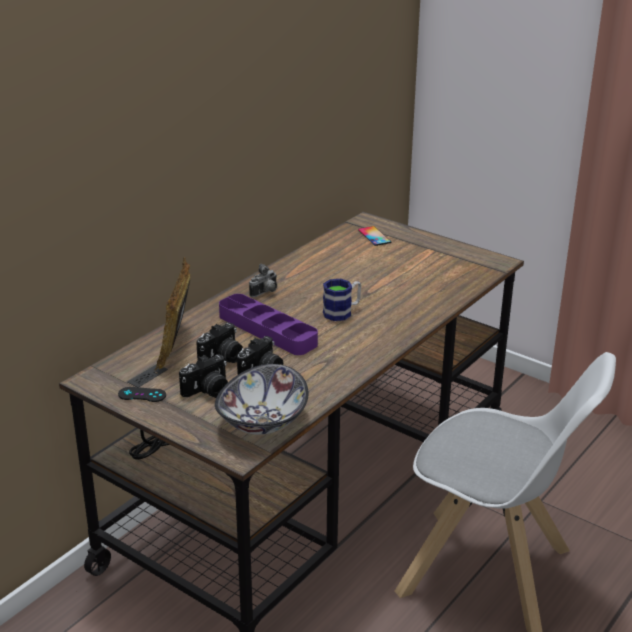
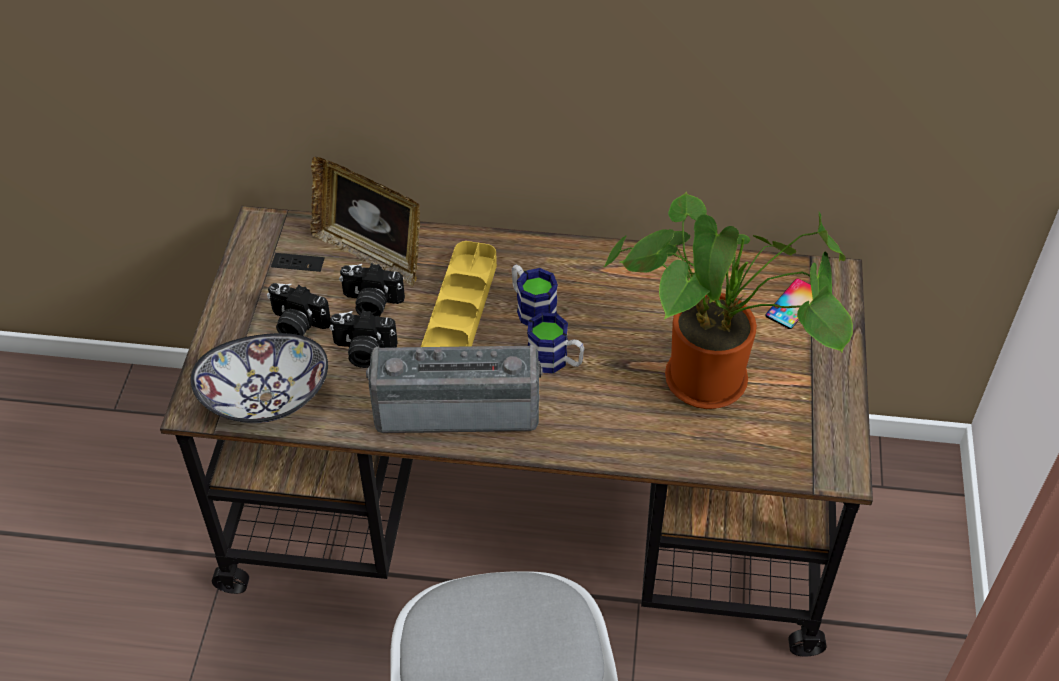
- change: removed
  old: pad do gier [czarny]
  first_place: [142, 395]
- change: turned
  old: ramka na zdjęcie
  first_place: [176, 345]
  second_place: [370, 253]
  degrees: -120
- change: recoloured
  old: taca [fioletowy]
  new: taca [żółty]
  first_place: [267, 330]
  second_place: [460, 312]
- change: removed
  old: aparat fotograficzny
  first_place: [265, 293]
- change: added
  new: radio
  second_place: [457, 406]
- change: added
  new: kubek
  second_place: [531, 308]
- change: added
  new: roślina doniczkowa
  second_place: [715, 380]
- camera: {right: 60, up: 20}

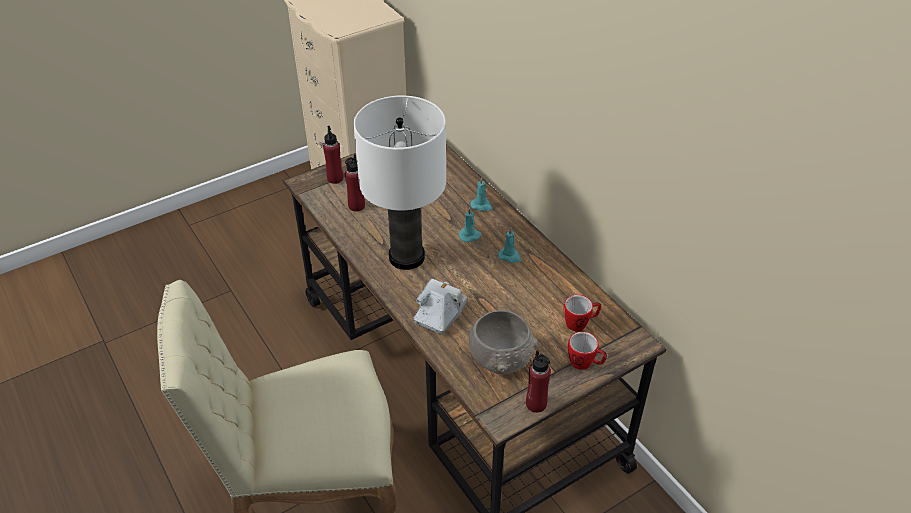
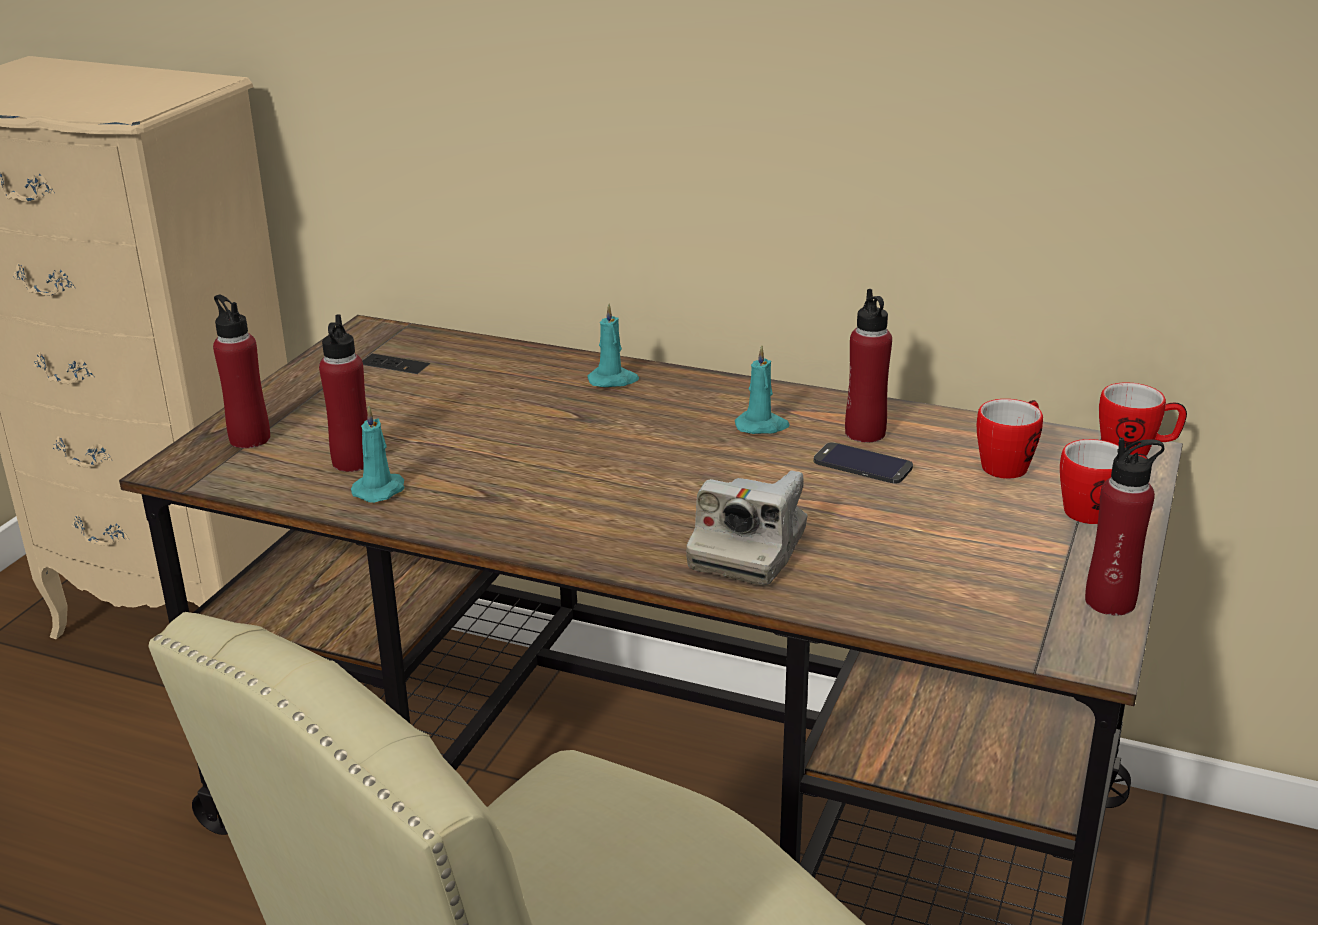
- change: removed
  old: lampa stołowa [biały]
  first_place: [406, 257]
- change: turned
  old: aparat fotograficzny
  first_place: [440, 314]
  second_place: [748, 550]
  degrees: -150
- change: moved
  old: świeca [turkusowy]
  first_place: [470, 236]
  second_place: [380, 490]
- change: removed
  old: miska [szary]
  first_place: [501, 358]
- change: added
  new: telefon
  second_place: [862, 464]
- change: added
  new: butelka [czerwony]
  second_place: [865, 433]
- change: added
  new: kubek
  second_place: [1135, 452]
- camera: {right: -35, up: -15}

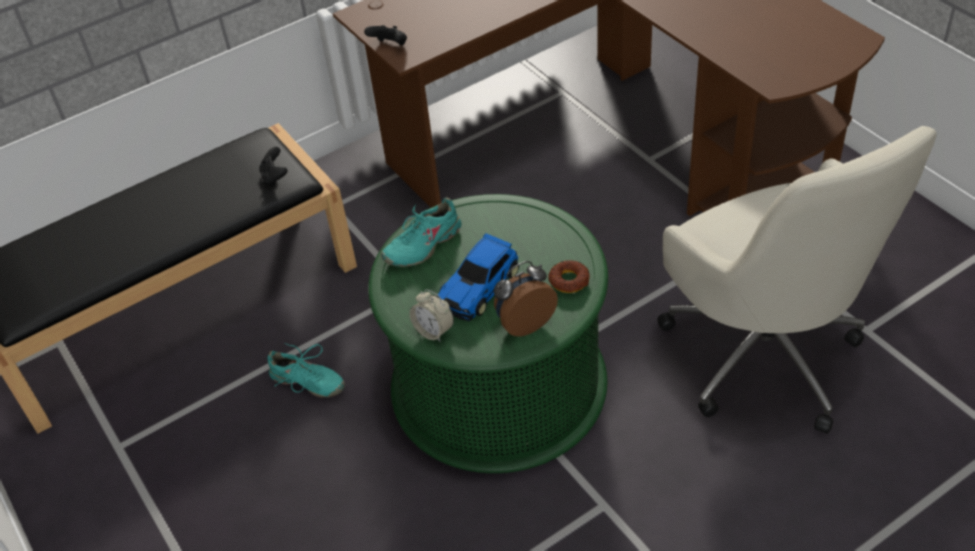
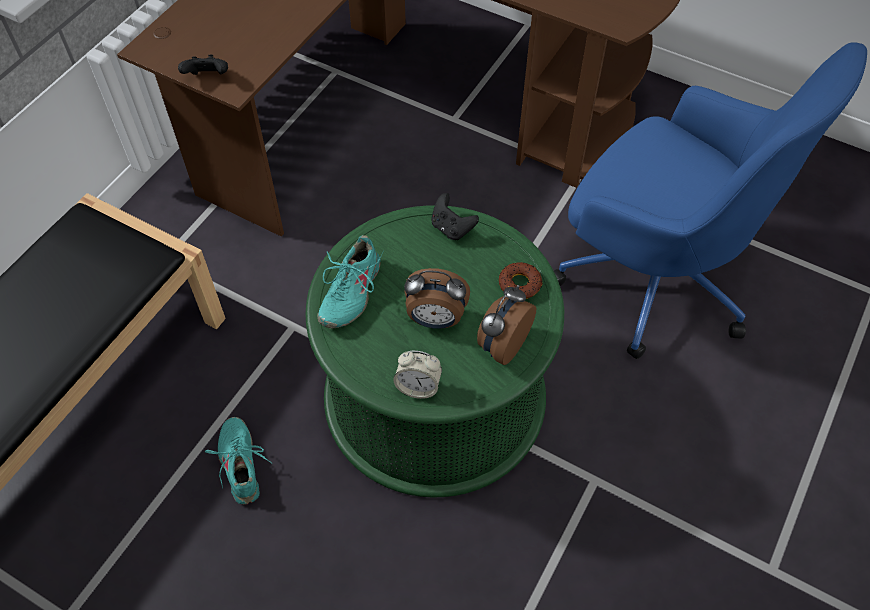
- change: moved
  old: pad do gier [czarny]
  first_place: [275, 177]
  second_place: [452, 228]
- change: turned
  old: but [turkusowy]
  first_place: [307, 383]
  second_place: [241, 464]
  degrees: -105
- change: replaced
  old: samochodzik
  new: budzik
  first_place: [480, 286]
  second_place: [435, 319]
- change: recoloured
  old: krzesło biurowe [beżowy]
  new: krzesło biurowe [niebieski]
  first_place: [763, 356]
  second_place: [653, 283]
- camera: {right: -30, up: 10}

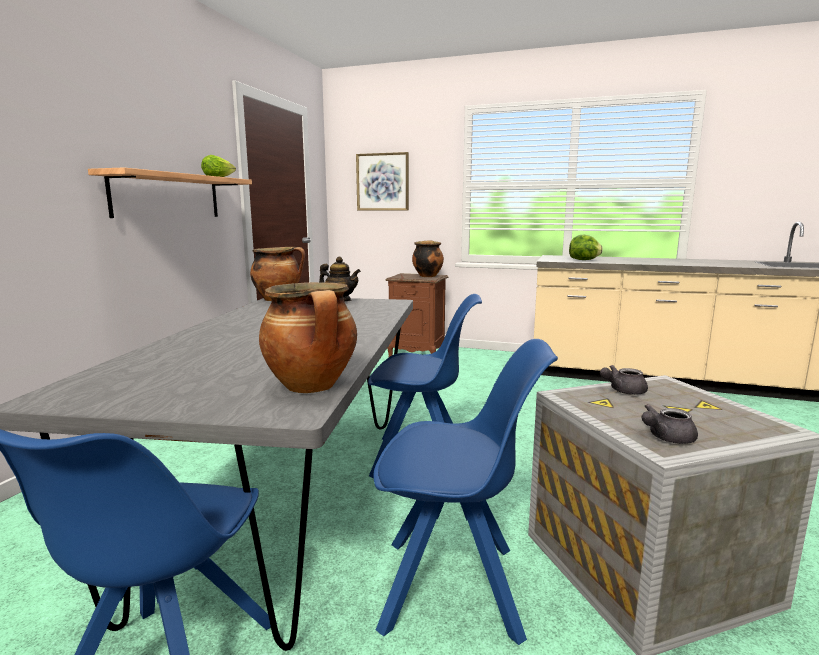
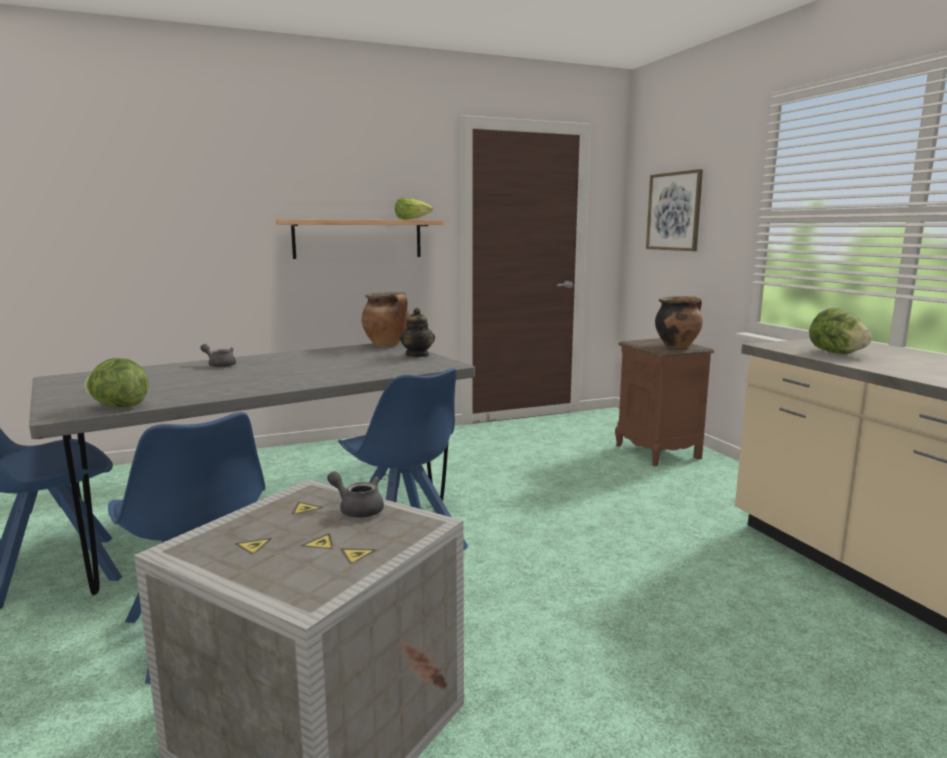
- change: replaced
  old: garnek
  new: sałata
  first_place: [312, 387]
  second_place: [119, 406]
- change: moved
  old: imbryk [szary]
  first_place: [666, 438]
  second_place: [220, 365]
- camera: {right: 50, up: 0}

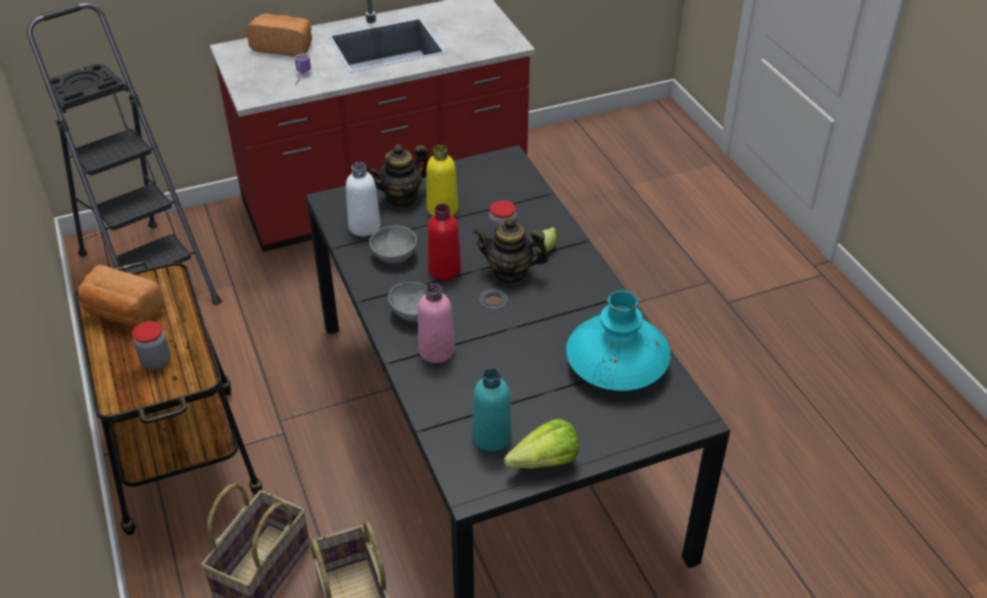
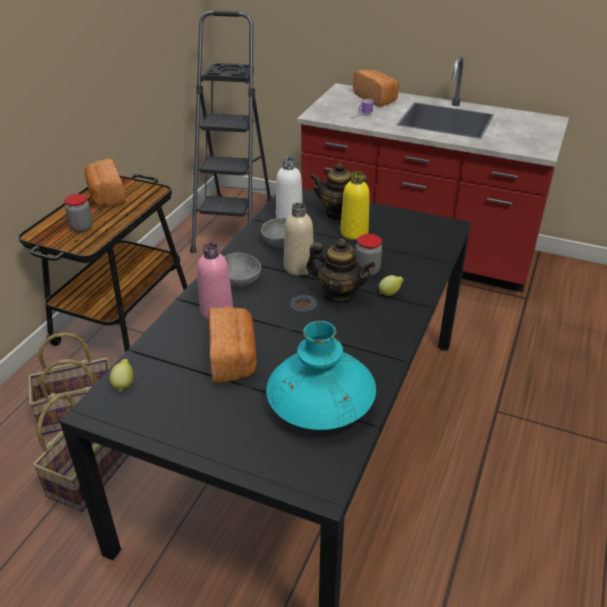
- change: recoloured
  old: butelka [czerwony]
  new: butelka [beżowy]
  first_place: [444, 270]
  second_place: [298, 267]
- change: removed
  old: butelka [turkusowy]
  first_place: [491, 437]
- change: turned
  old: imbryk
  first_place: [510, 273]
  second_place: [339, 294]
  degrees: 150
- change: removed
  old: sałata
  first_place: [538, 463]
- change: added
  new: cytryna
  second_place: [124, 384]
- change: added
  new: chleb
  second_place: [234, 358]
- camera: {right: 45, up: -5}

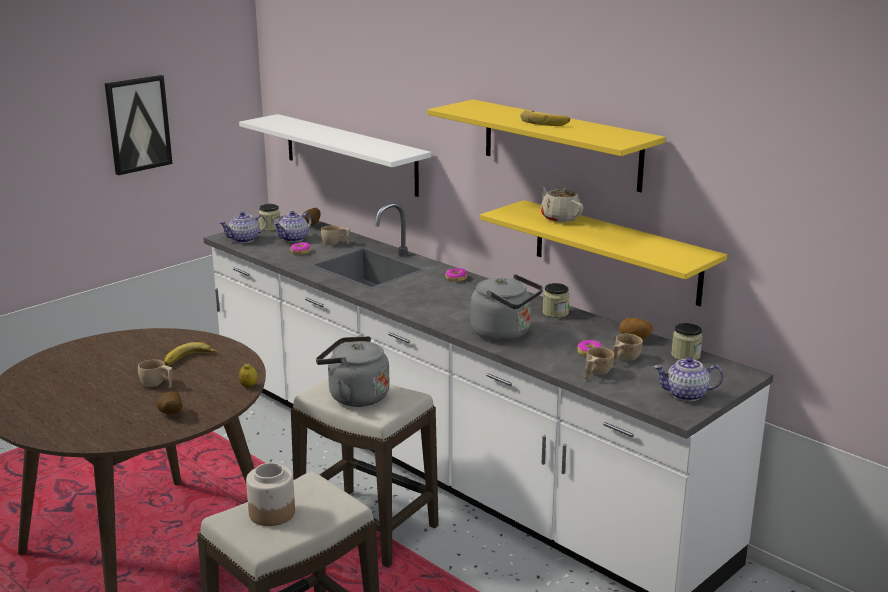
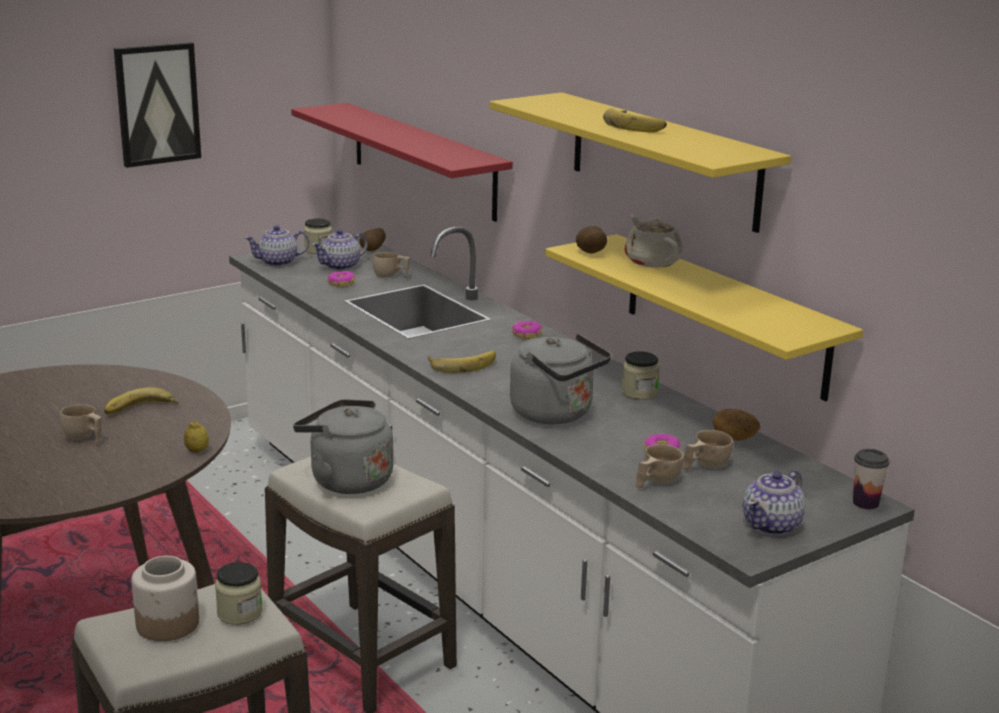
- change: moved
  old: ziemniak
  first_place: [170, 414]
  second_place: [590, 254]
- change: recoloured
  old: półka [biały]
  new: półka [czerwony]
  first_place: [350, 154]
  second_place: [422, 160]
- change: turned
  old: imbryk
  first_place: [686, 395]
  second_place: [772, 525]
  degrees: -60
- change: moved
  old: słoik
  first_place: [685, 355]
  second_place: [239, 613]
- change: added
  new: banan
  second_place: [462, 364]
- change: added
  new: filiżanka
  second_place: [865, 503]
- camera: {right: 10, up: 0}

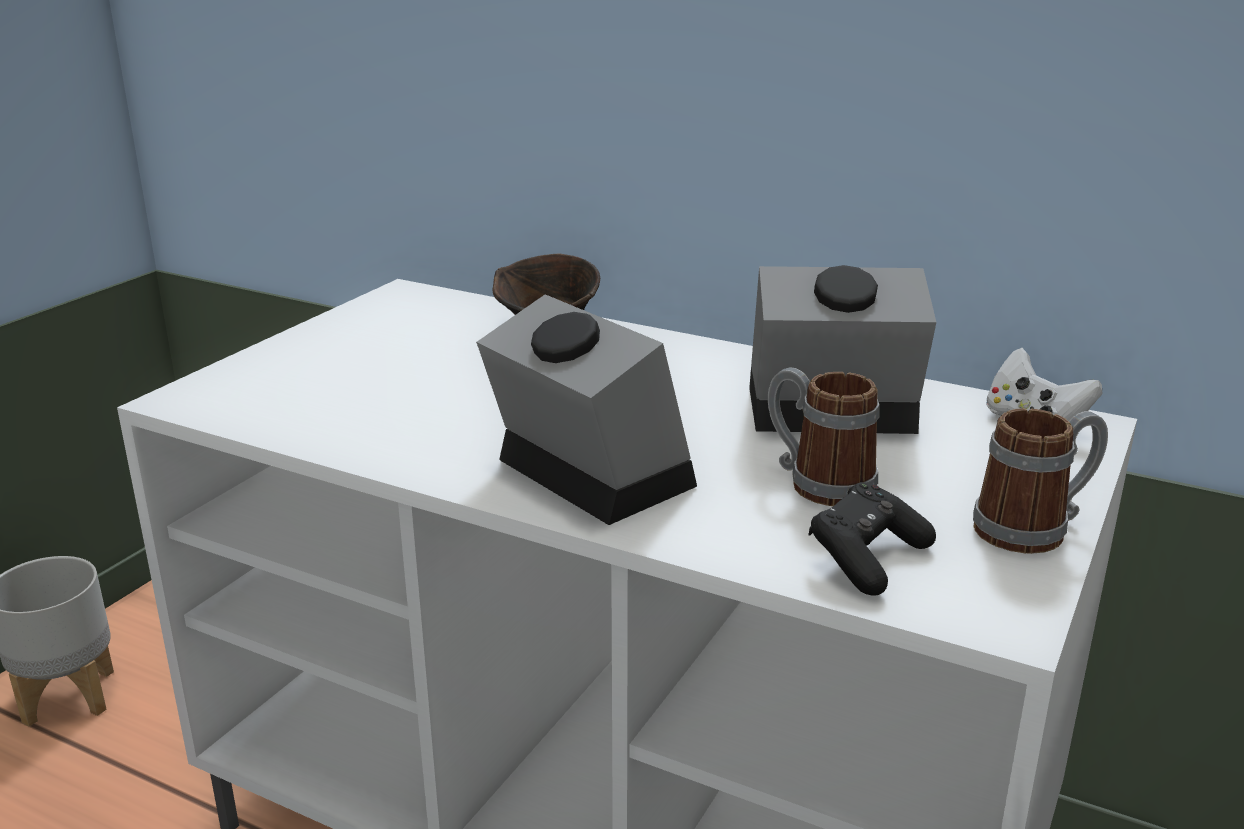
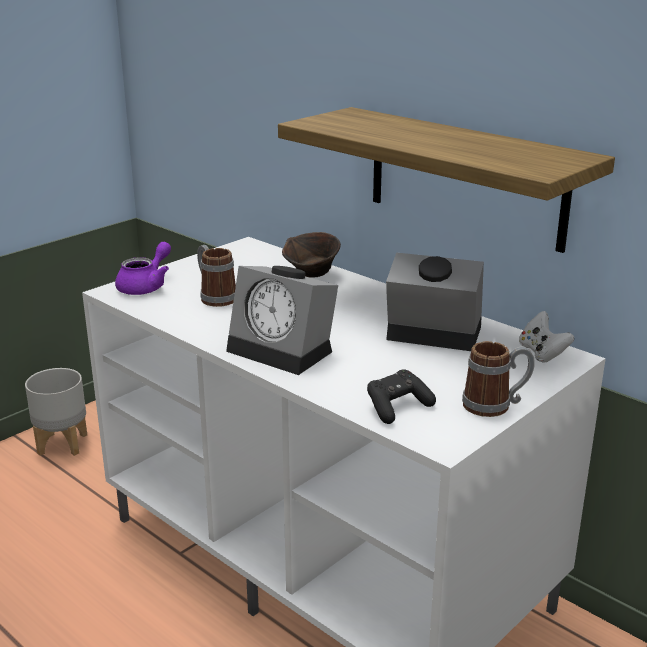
- change: turned
  old: budzik
  first_place: [583, 473]
  second_place: [285, 350]
  degrees: 150
- change: moved
  old: kubek
  first_place: [817, 482]
  second_place: [215, 297]
- change: added
  new: imbryk [fioletowy]
  second_place: [146, 286]
- change: added
  new: półka
  second_place: [465, 177]
- camera: {right: 15, up: 0}

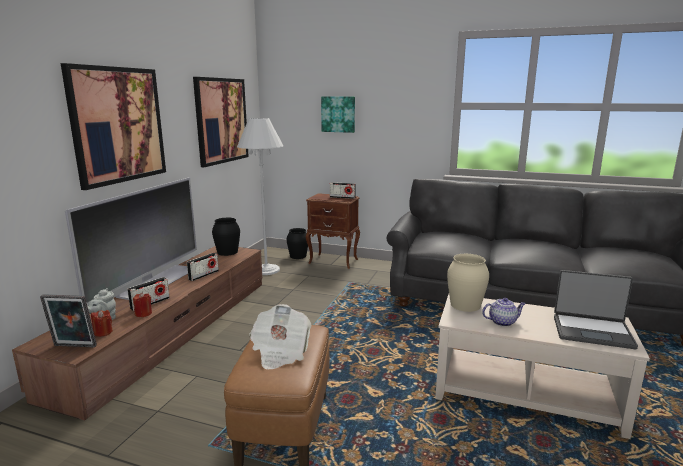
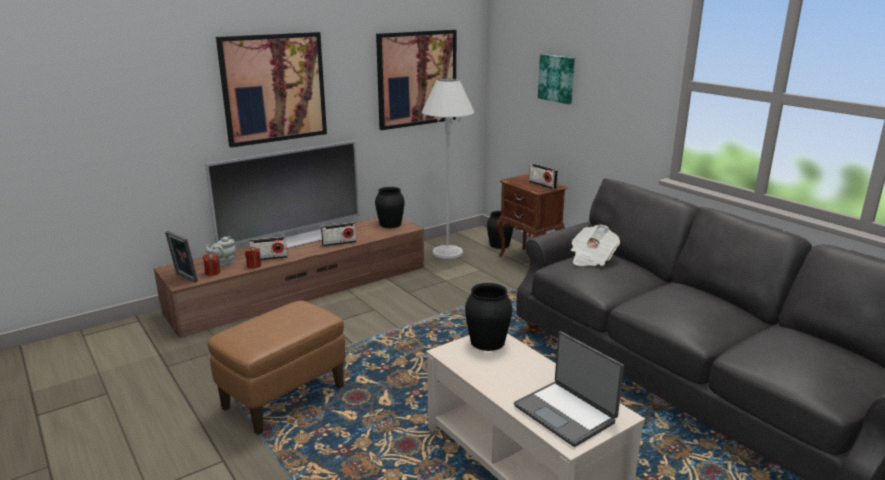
- change: moved
  old: gazeta
  first_place: [280, 351]
  second_place: [591, 258]
- change: recoloured
  old: wazon [beżowy]
  new: wazon [czarny]
  first_place: [465, 305]
  second_place: [488, 342]
- change: removed
  old: imbryk
  first_place: [502, 322]
- camera: {right: 35, up: 5}

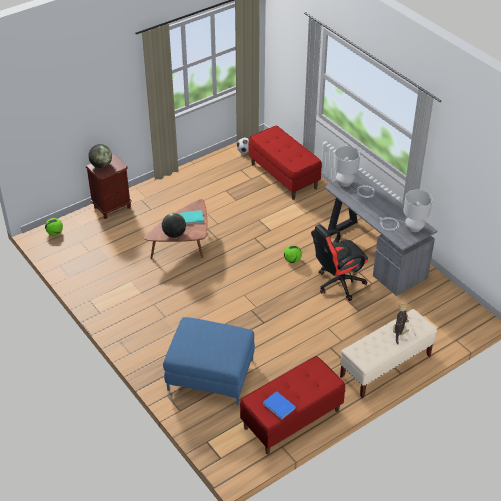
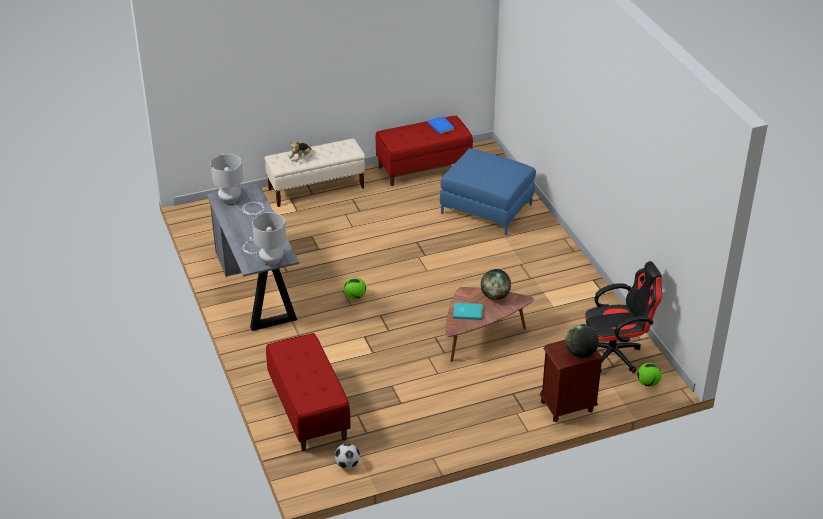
- change: moved
  old: krzesło biurowe [czarny]
  first_place: [336, 284]
  second_place: [616, 355]
- camera: {right: -165, up: -5}

